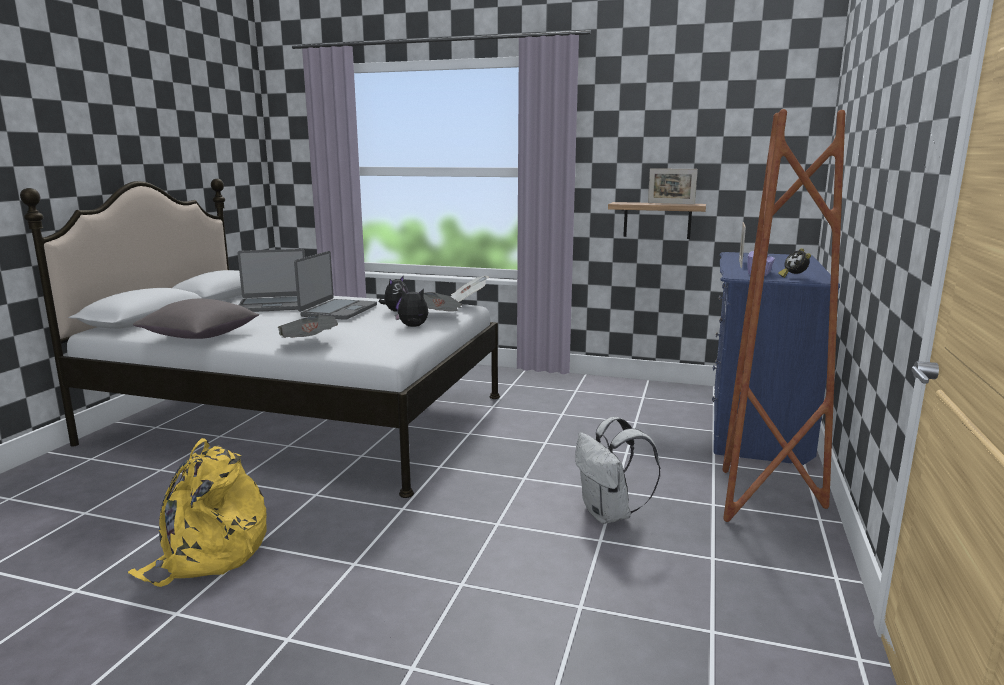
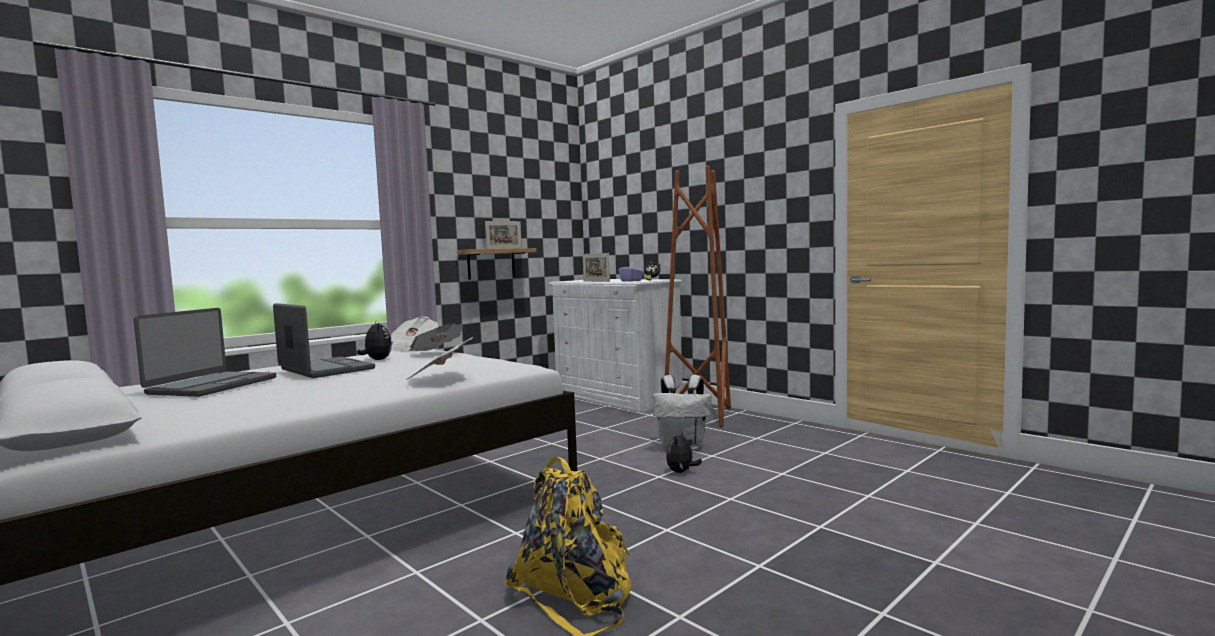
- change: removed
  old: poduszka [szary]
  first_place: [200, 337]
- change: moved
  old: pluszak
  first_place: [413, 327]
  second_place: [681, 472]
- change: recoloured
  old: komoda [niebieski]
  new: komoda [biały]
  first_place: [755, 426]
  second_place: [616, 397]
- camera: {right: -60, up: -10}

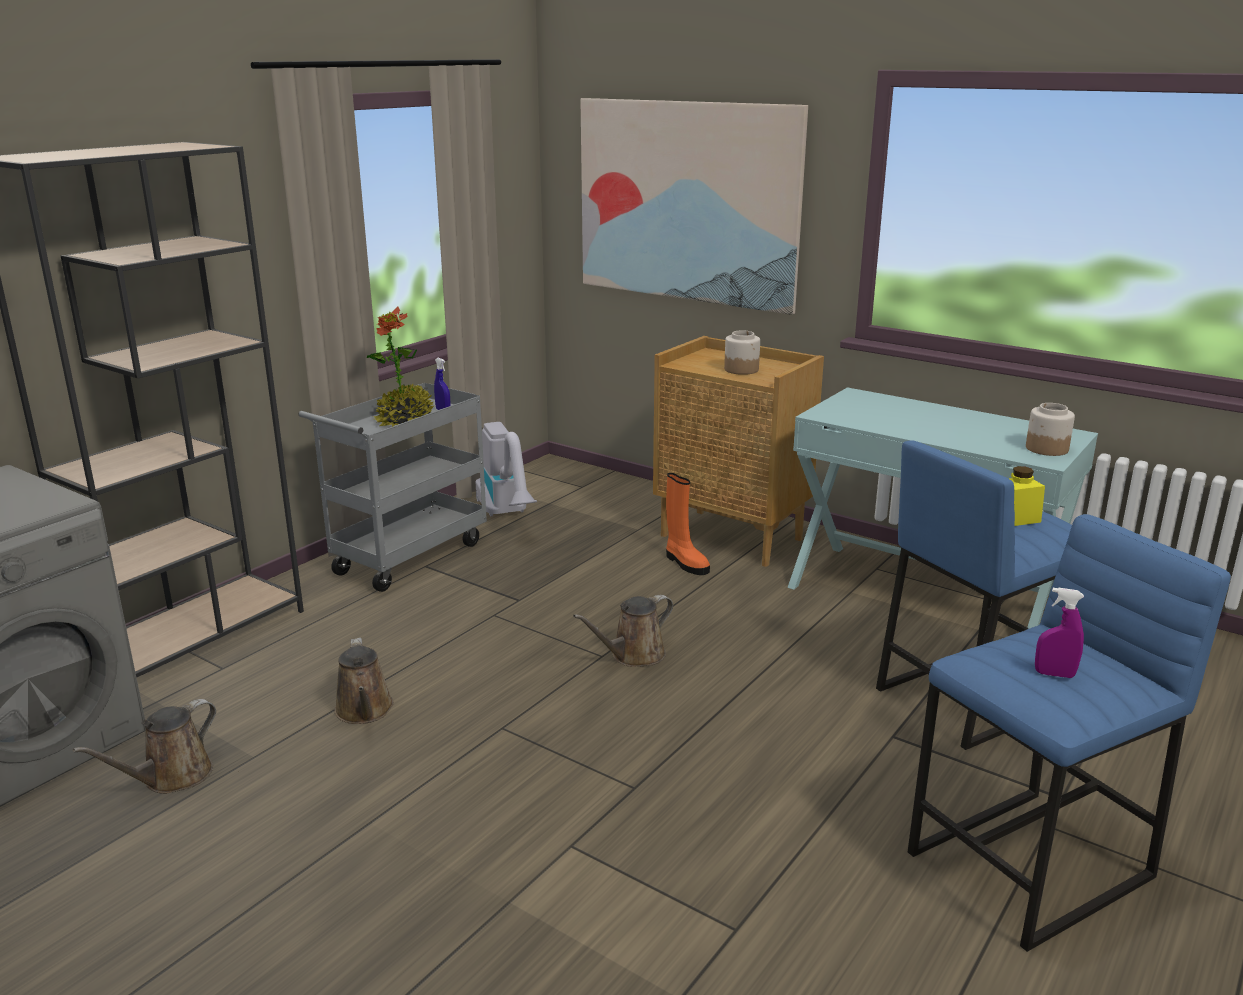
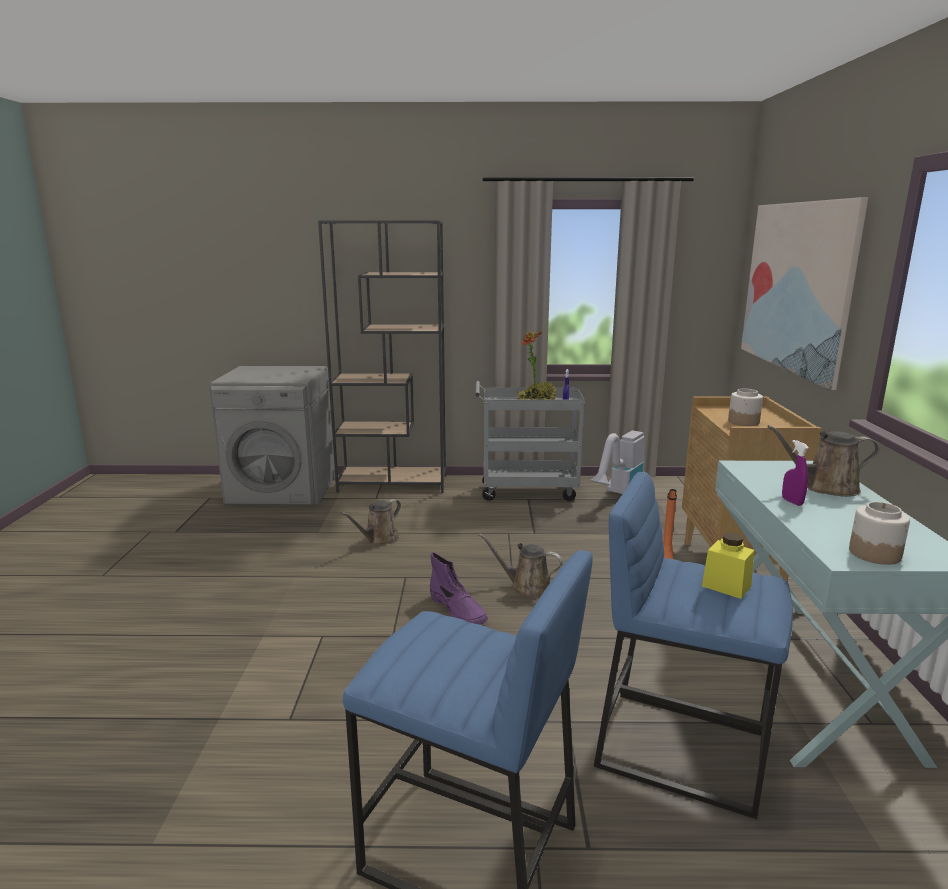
- change: moved
  old: konewka [brązowy]
  first_place: [172, 777]
  second_place: [825, 488]
- change: moved
  old: spryskiwacz [fioletowy]
  first_place: [1054, 674]
  second_place: [792, 502]
- change: added
  new: but z cholewką [fioletowy]
  second_place: [458, 610]
- camera: {right: 55, up: -5}

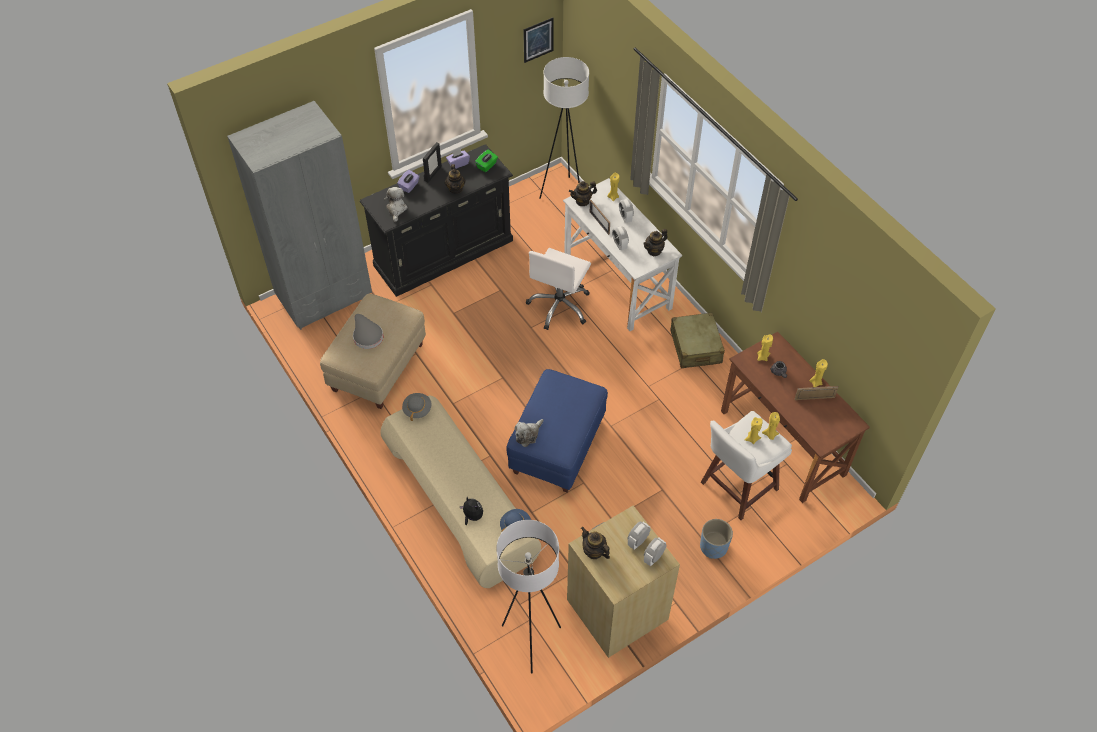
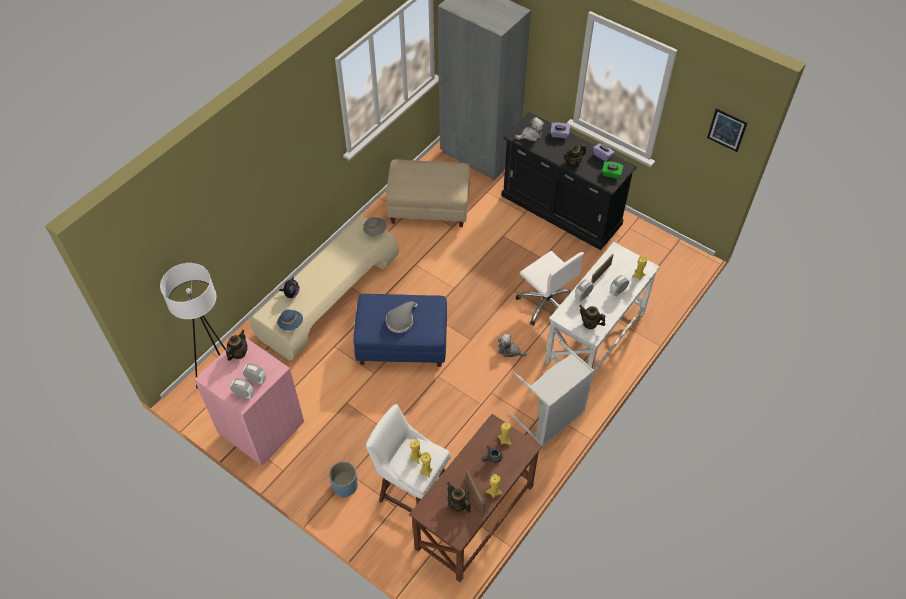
- change: moved
  old: kapelusz [szary]
  first_place: [367, 335]
  second_place: [401, 320]
- change: removed
  old: ramka na zdjęcie
  first_place: [433, 173]
- change: moved
  old: pluszak
  first_place: [528, 435]
  second_place: [509, 350]
- change: turned
  old: krzesło biurowe [biały]
  first_place: [559, 306]
  second_place: [546, 304]
  degrees: -135
- change: removed
  old: lampa stojąca [biały]
  first_place: [564, 194]
- change: recoloured
  old: komoda [brązowy]
  new: komoda [różowy]
  first_place: [616, 612]
  second_place: [262, 429]
- change: moved
  old: imbryk
  first_place: [582, 201]
  second_place: [458, 504]
- change: replaced
  old: walizka [beżowy]
  new: kosz na pranie [szary]
  first_place: [695, 347]
  second_place: [552, 418]
- camera: {right: 70, up: 0}

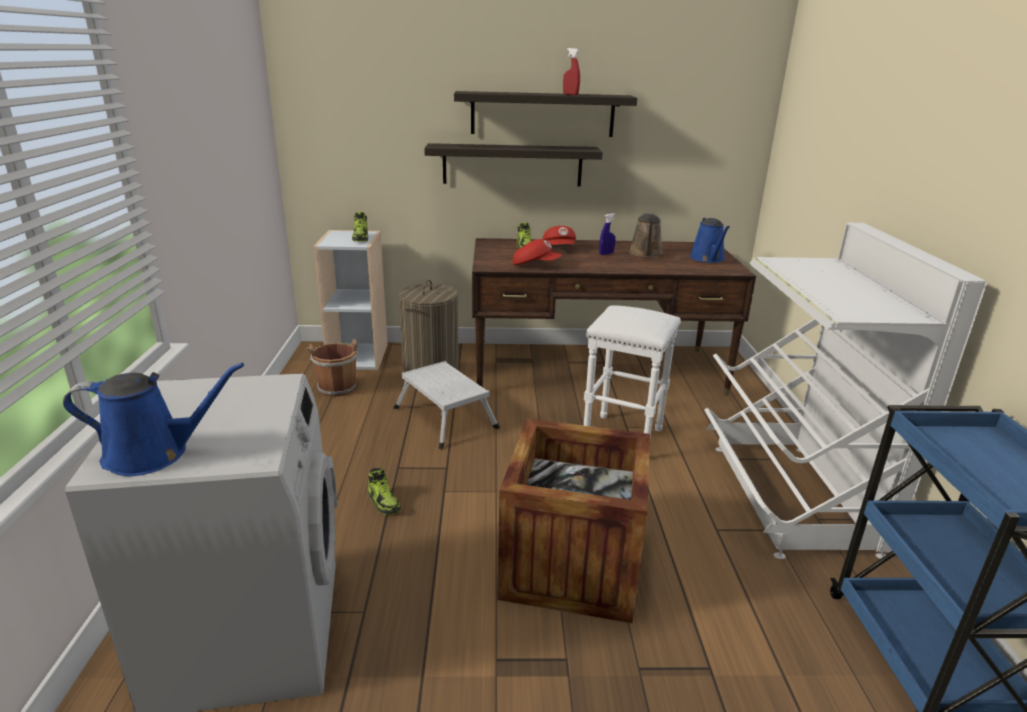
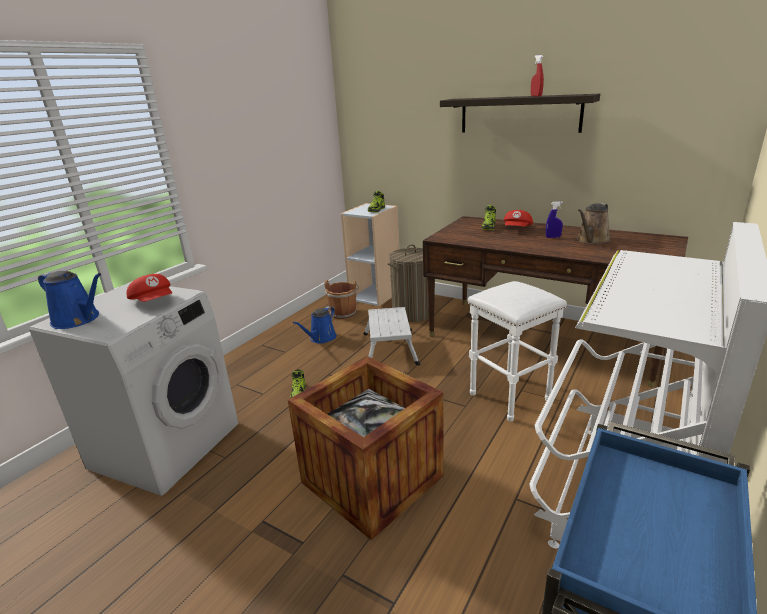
- change: removed
  old: półka
  first_place: [512, 165]
- change: moved
  old: czapka z daszkiem [czerwony]
  first_place: [535, 265]
  second_place: [154, 302]
- change: moved
  old: konewka [niebieski]
  first_place: [708, 259]
  second_place: [321, 338]
- camera: {right: 35, up: 0}

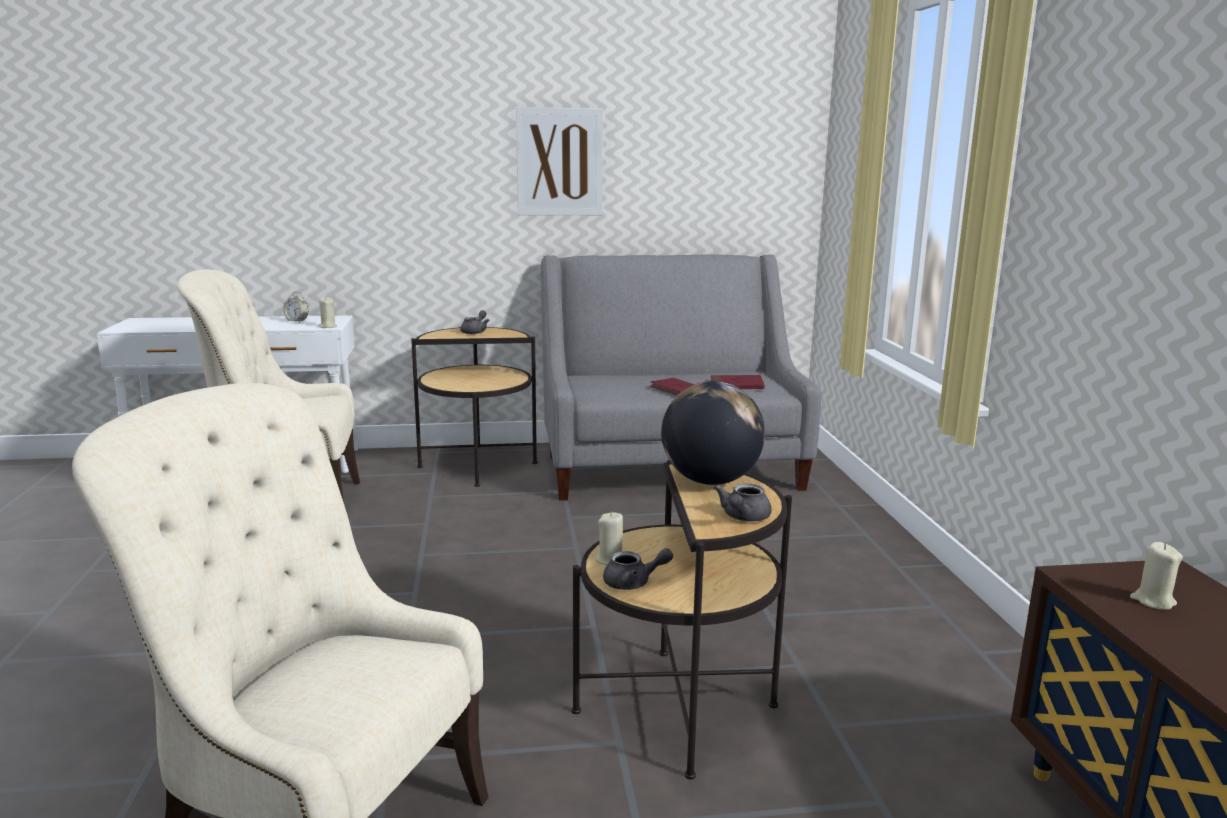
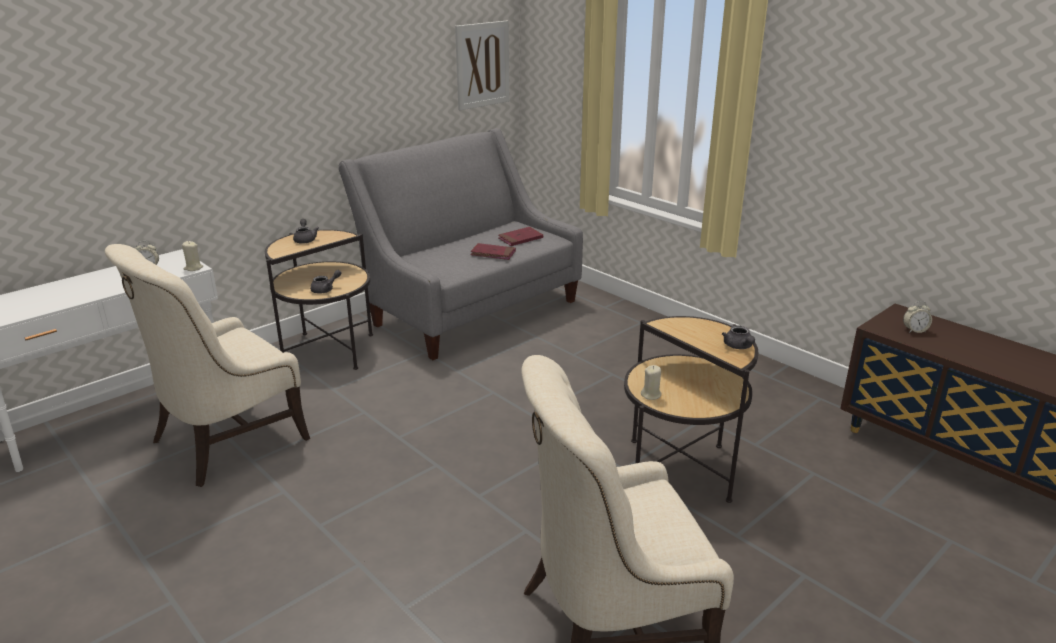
- change: moved
  old: obraz
  first_place: [559, 162]
  second_place: [482, 65]
- change: moved
  old: imbryk [szary]
  first_place: [633, 583]
  second_place: [325, 289]
- change: removed
  old: globus
  first_place: [710, 481]
- change: replaced
  old: świeca [beżowy]
  new: budzik
  first_place: [1152, 601]
  second_place: [914, 330]
- camera: {right: -35, up: 10}

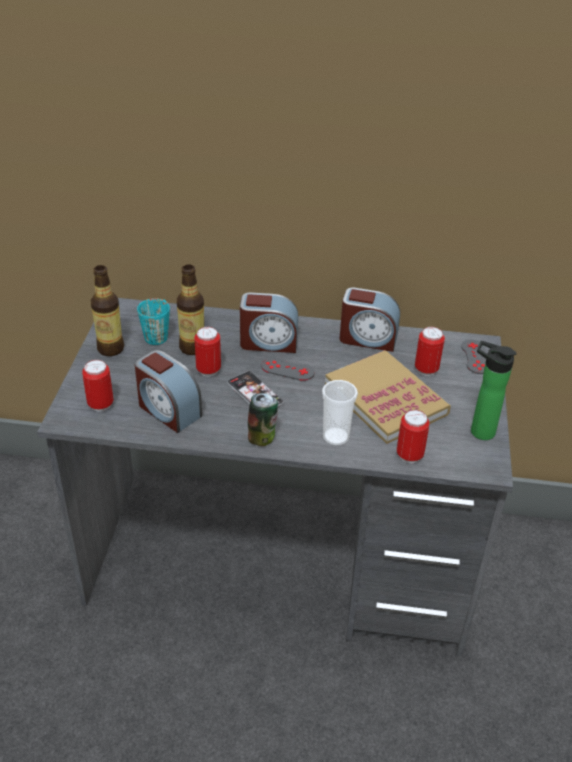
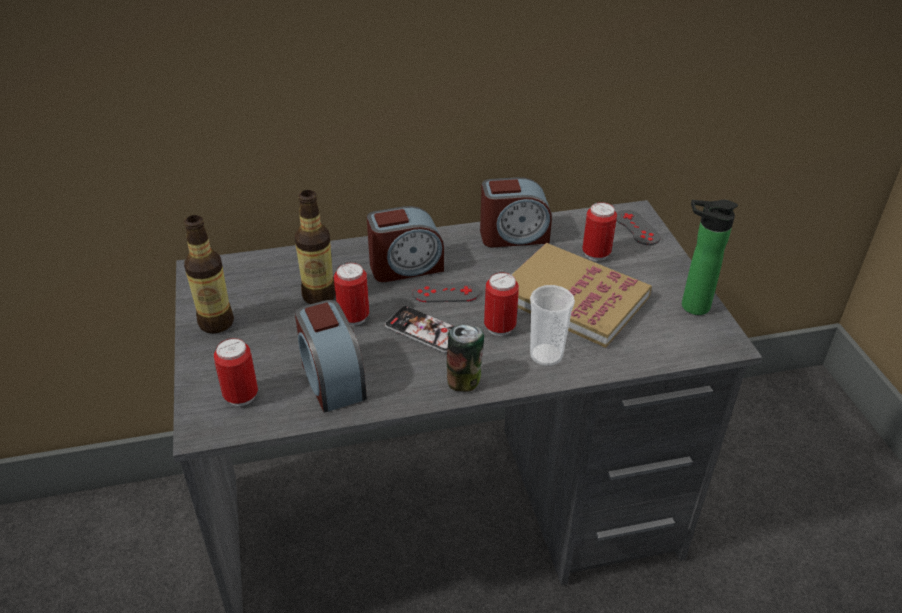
- change: turned
  old: budzik
  first_place: [168, 410]
  second_place: [331, 379]
  degrees: 45
- change: removed
  old: kubek [turkusowy]
  first_place: [158, 333]
- change: moved
  old: puszka
  first_place: [409, 455]
  second_place: [499, 327]
- camera: {right: -20, up: 0}

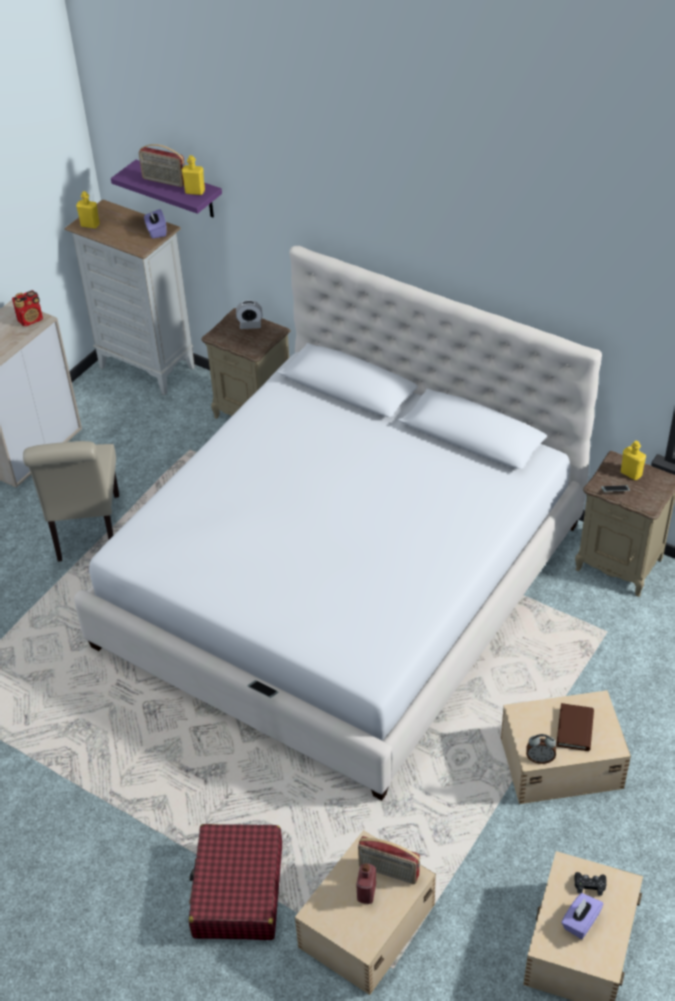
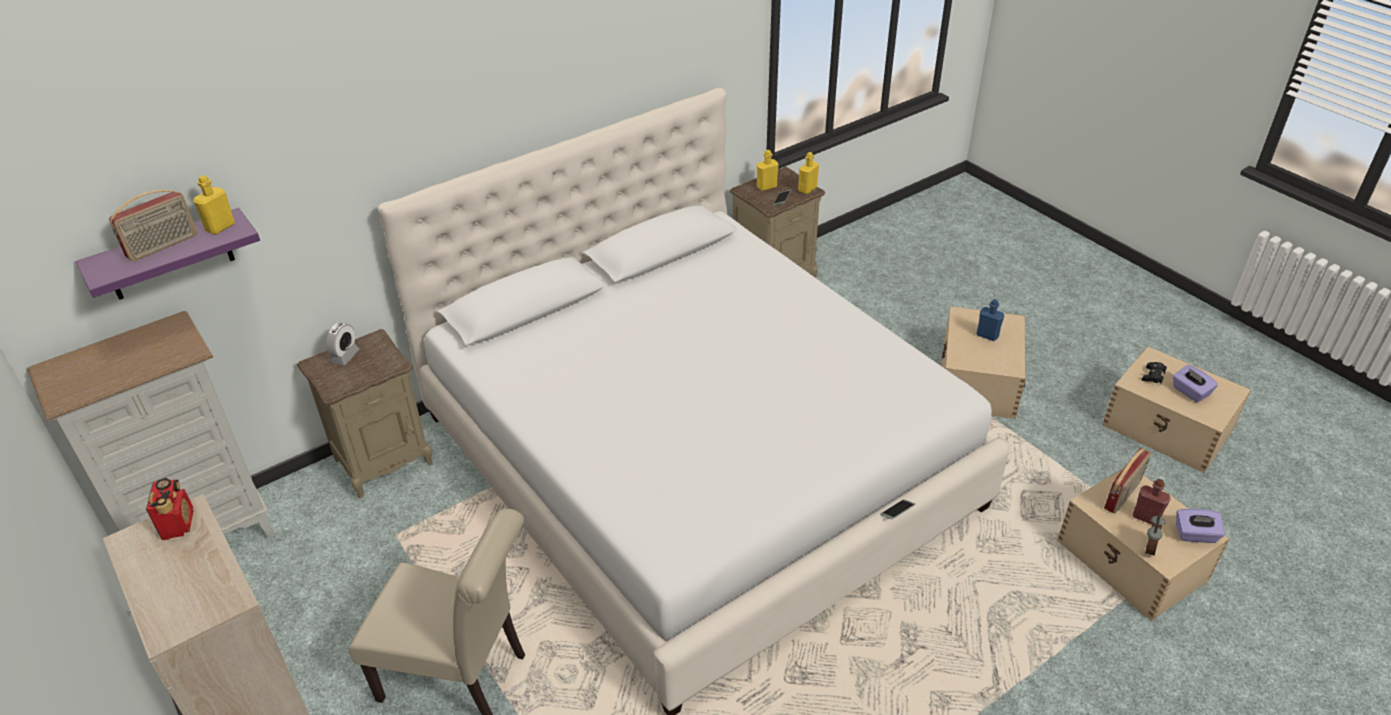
- change: moved
  old: butelka [żółty]
  first_place: [90, 225]
  second_place: [807, 189]
- change: moved
  old: pudełko chusteczek [fioletowy]
  first_place: [156, 231]
  second_place: [1195, 535]
- change: removed
  old: walizka [czerwony]
  first_place: [238, 891]
- change: moved
  old: budzik
  first_place: [540, 758]
  second_place: [1147, 549]
- change: replaced
  old: książka [brązowy]
  new: butelka [niebieski]
  first_place: [575, 729]
  second_place: [987, 335]
- camera: {right: -70, up: -5}

